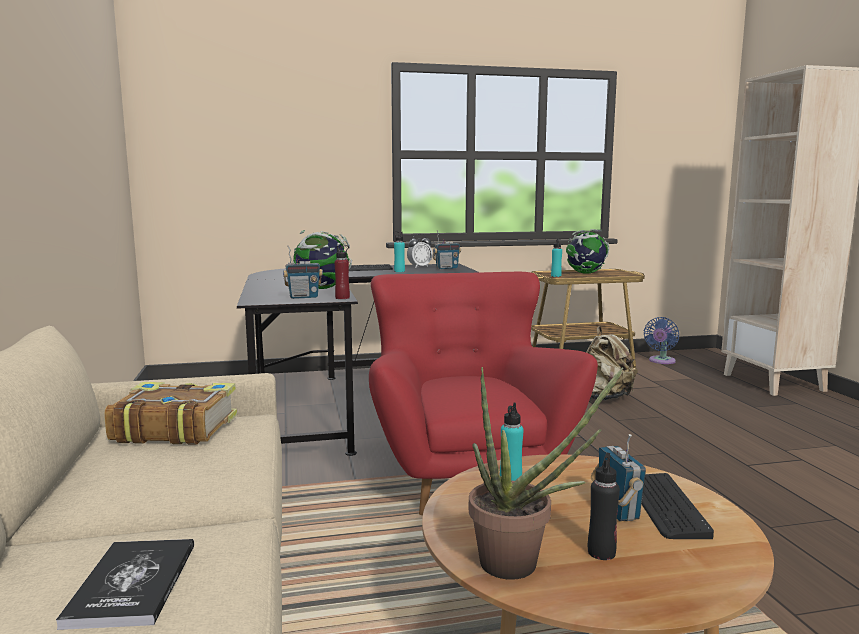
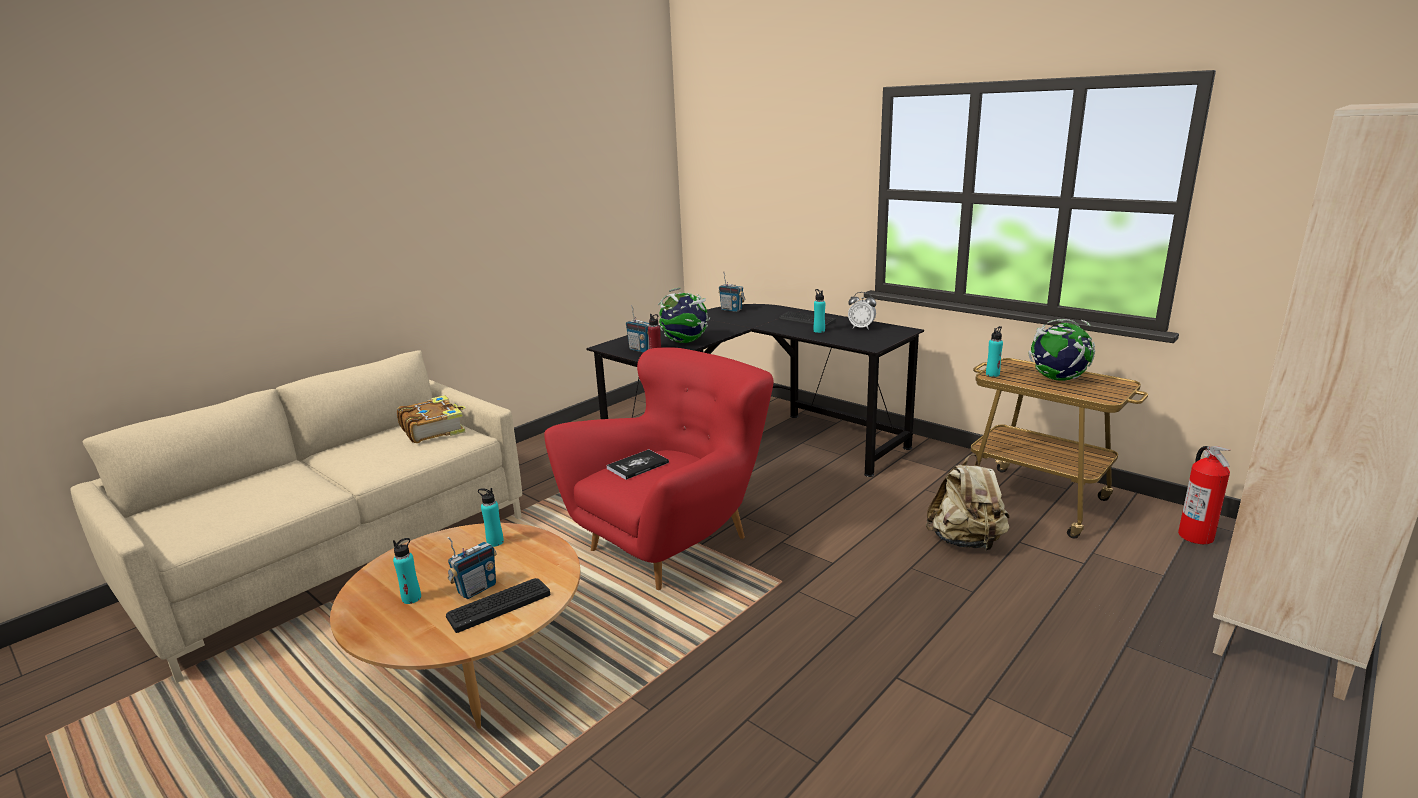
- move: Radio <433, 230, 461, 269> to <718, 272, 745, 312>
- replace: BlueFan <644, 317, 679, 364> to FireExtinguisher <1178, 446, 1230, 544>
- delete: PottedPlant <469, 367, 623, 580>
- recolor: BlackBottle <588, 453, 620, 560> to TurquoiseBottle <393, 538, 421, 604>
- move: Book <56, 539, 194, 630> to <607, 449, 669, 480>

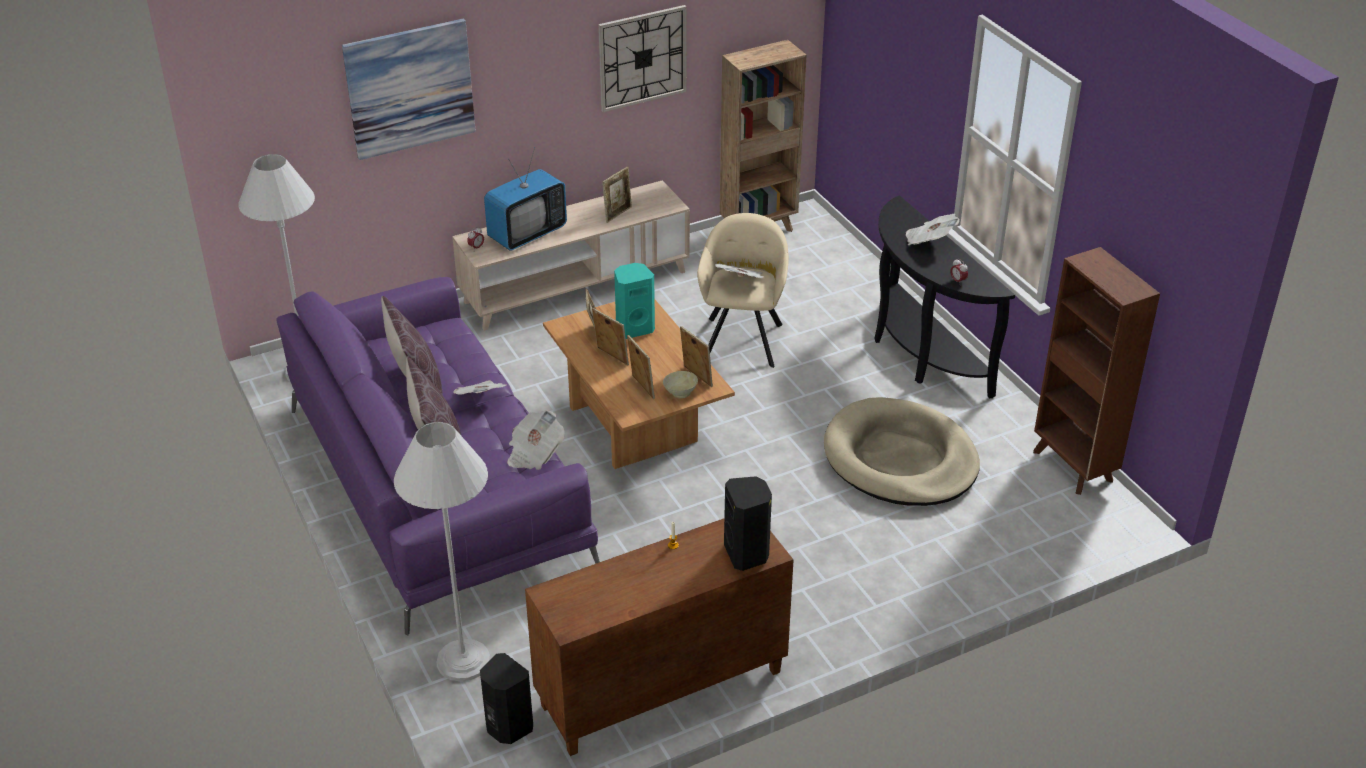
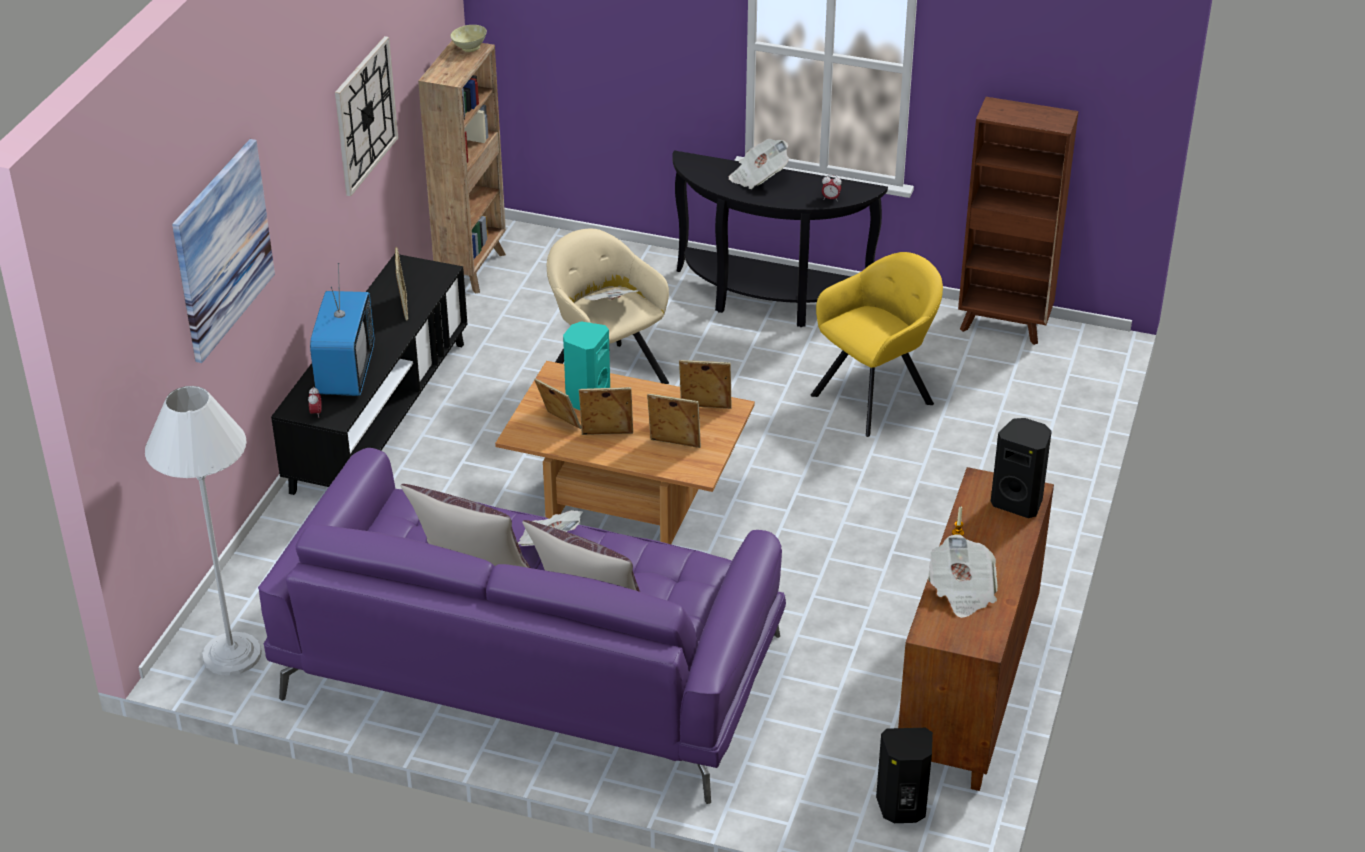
- recolor: BeigeTvStand <452, 180, 690, 331> to BlackTvStand <271, 254, 467, 495>
- move: BeigeBowl <663, 371, 698, 399> to <450, 25, 487, 52>
- replace: BeigeDogBed <824, 397, 980, 506> to YellowArmchair <811, 252, 943, 437>
- move: Newspaper <507, 410, 565, 470> to <928, 534, 998, 618>
- delete: WhiteFloorLamp <394, 422, 490, 682>

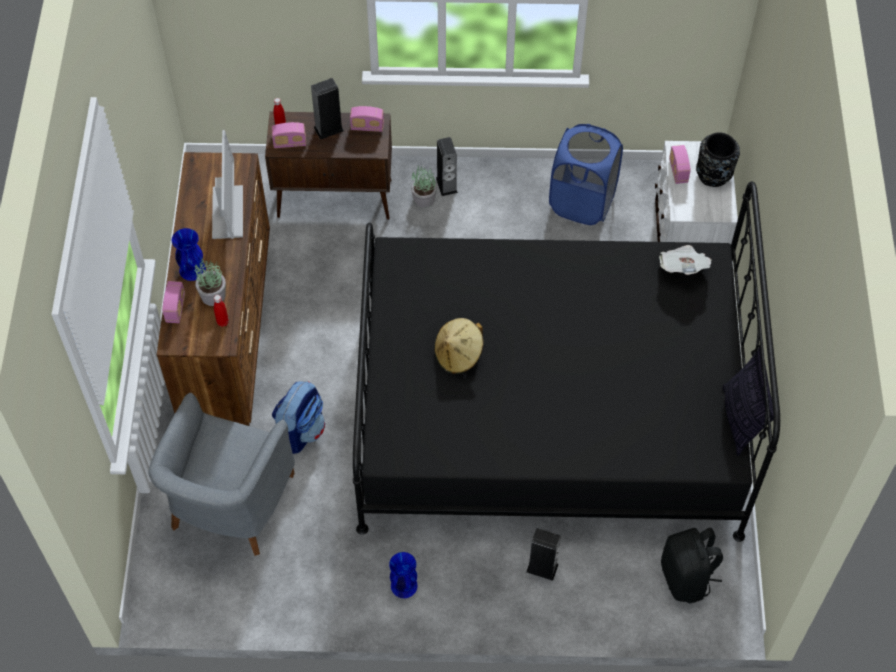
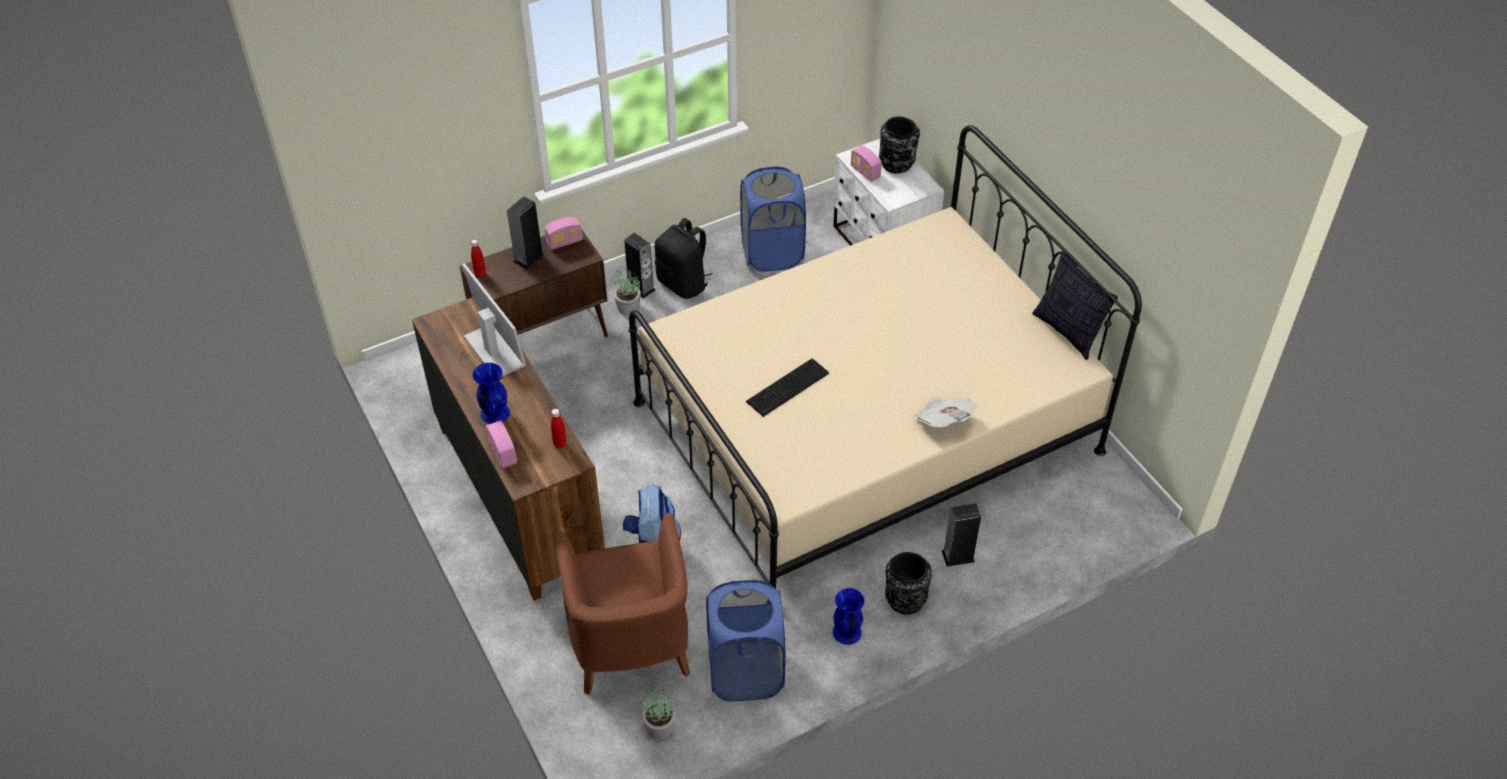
- delete: Radio <272, 122, 306, 148>
- recolor: BlackBed <353, 181, 780, 542> to BeigeBed <629, 125, 1142, 589>
- move: Newspaper <659, 245, 712, 275> to <915, 397, 978, 427>
- move: PottedPlant <195, 258, 226, 306> to <641, 687, 676, 739>
- replace: BeigeHat <434, 318, 483, 374> to Keyboard <746, 358, 829, 417>
- recolor: GreyArmchair <148, 393, 295, 556> to BrownArmchair <554, 513, 690, 695>
- move: BlackBackpack <661, 528, 723, 603> to <655, 218, 712, 299>
- insert: BlackVase <885, 552, 932, 615>
- insert: BlueLaundryBasket <706, 579, 786, 701>

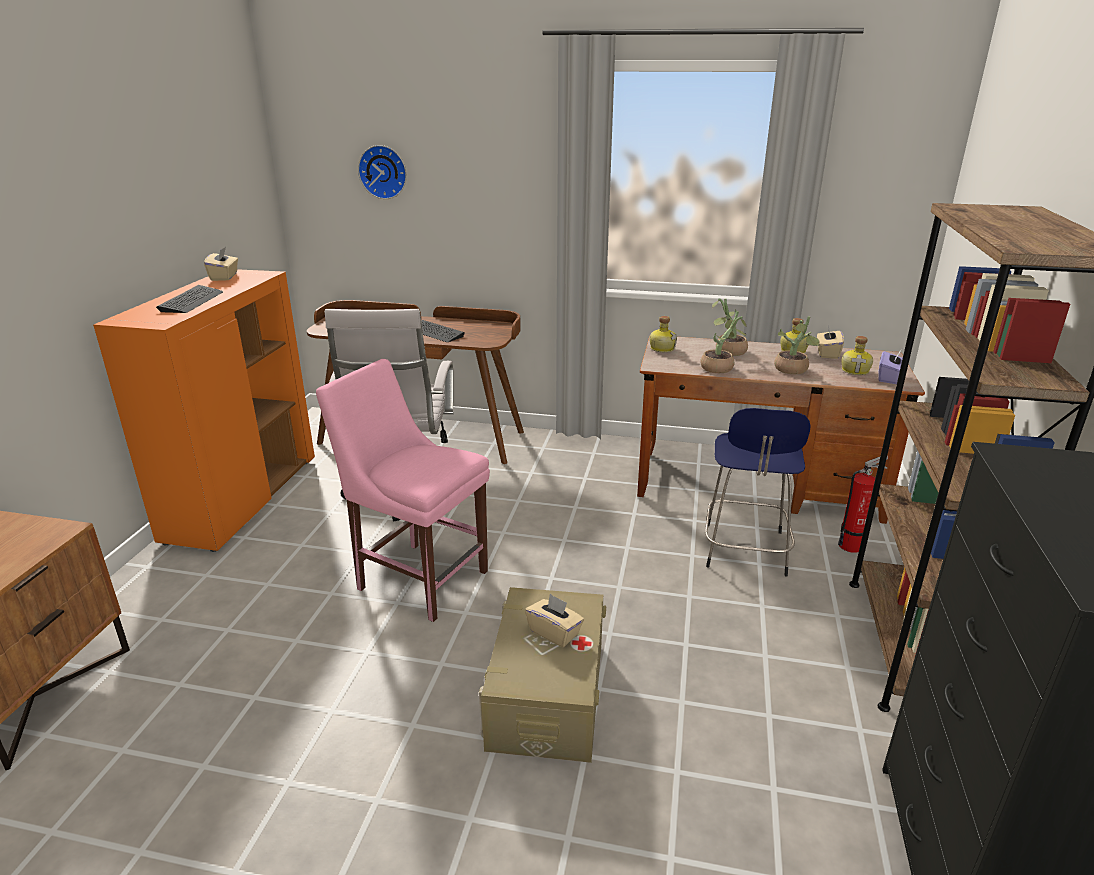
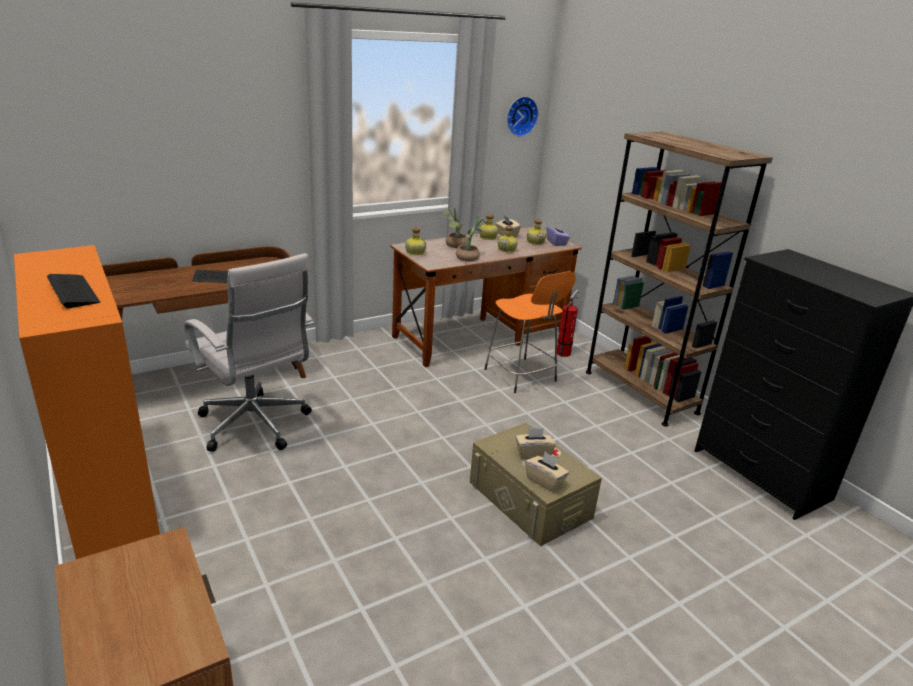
- move: WallClock <358, 145, 407, 199> to <507, 96, 538, 137>
- move: BeigeTissueBox <204, 247, 238, 281> to <525, 452, 569, 492>
- replace: PottedPlant <774, 316, 820, 374> to Bottle <498, 225, 518, 252>
- delete: PinkChair <316, 359, 490, 622>
- recolor: BlueStool <705, 408, 811, 576> to OrangeStool <484, 272, 576, 393>

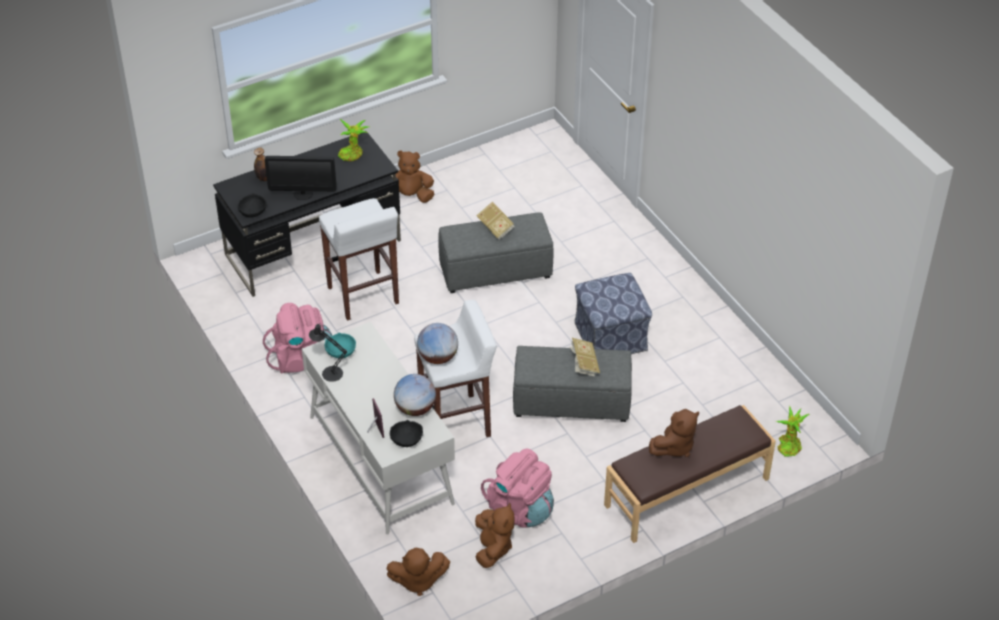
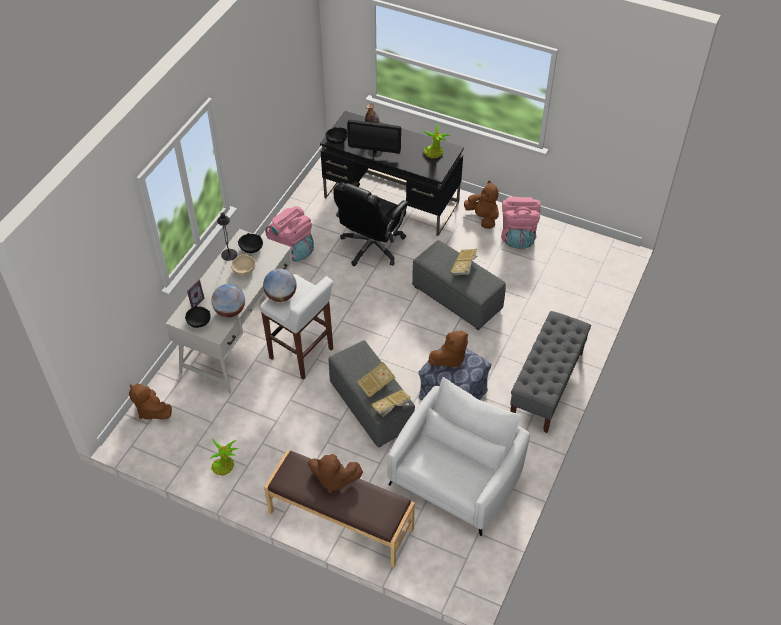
- rotate: Monitor <265, 156, 337, 200> = <347, 120, 401, 157> 45 degrees counterclockwise
- replace: WhiteStool <319, 198, 399, 321> to BlackOfficeChair <334, 181, 409, 266>
- recolor: TurquoiseBowl <325, 333, 356, 358> to BlackBowl <238, 233, 263, 253>
- move: PottedPlant <775, 406, 809, 457> to <210, 439, 239, 475>
- move: PinkBackpack <481, 449, 554, 527> to <501, 197, 541, 249>
- move: BrownPlushToy <475, 502, 515, 568> to <428, 331, 468, 368>
- insert: BeigeBowl <231, 254, 256, 276>
- insert: GreyBench <510, 311, 591, 433>
- insert: WhiteArmchair <387, 377, 530, 536>
- insert: Book <370, 390, 411, 417>

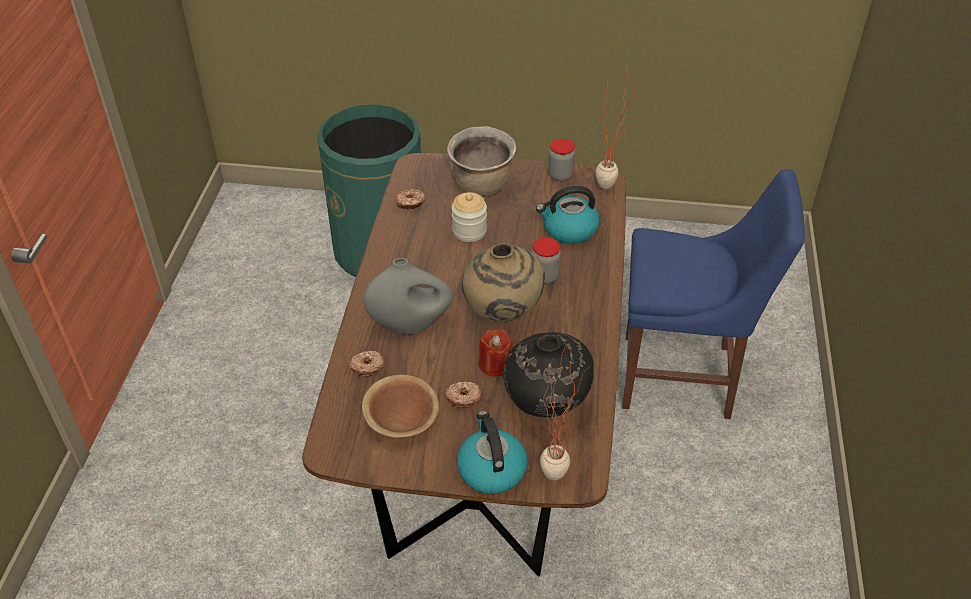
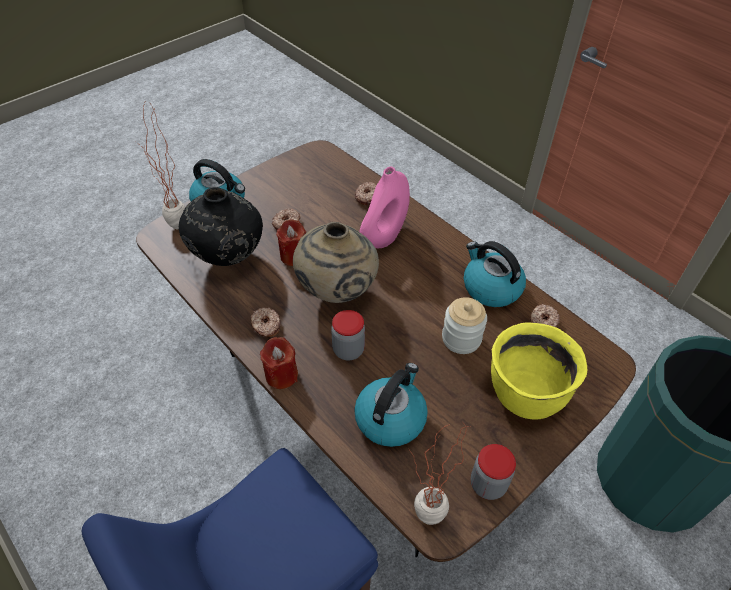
- recolor: BrownCookingPot <447, 126, 516, 197> to YellowCookingPot <491, 323, 587, 420>
- recolor: GreyVase <364, 258, 453, 335> to PinkVase <360, 167, 410, 248>
- delete: BrownBowl <362, 375, 439, 438>
- insert: Kettle <464, 241, 526, 307>
- insert: Donut <250, 307, 281, 337>
- insert: RedCandle <260, 337, 298, 389>

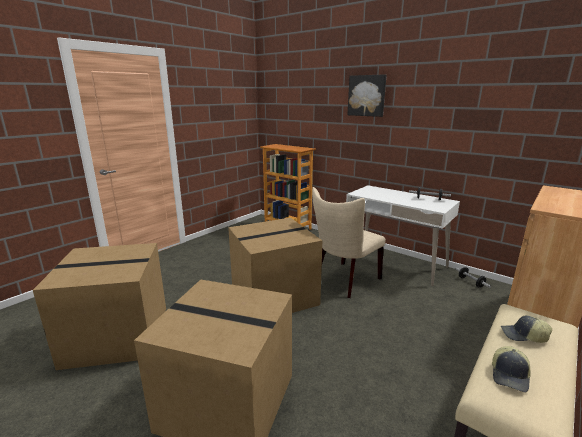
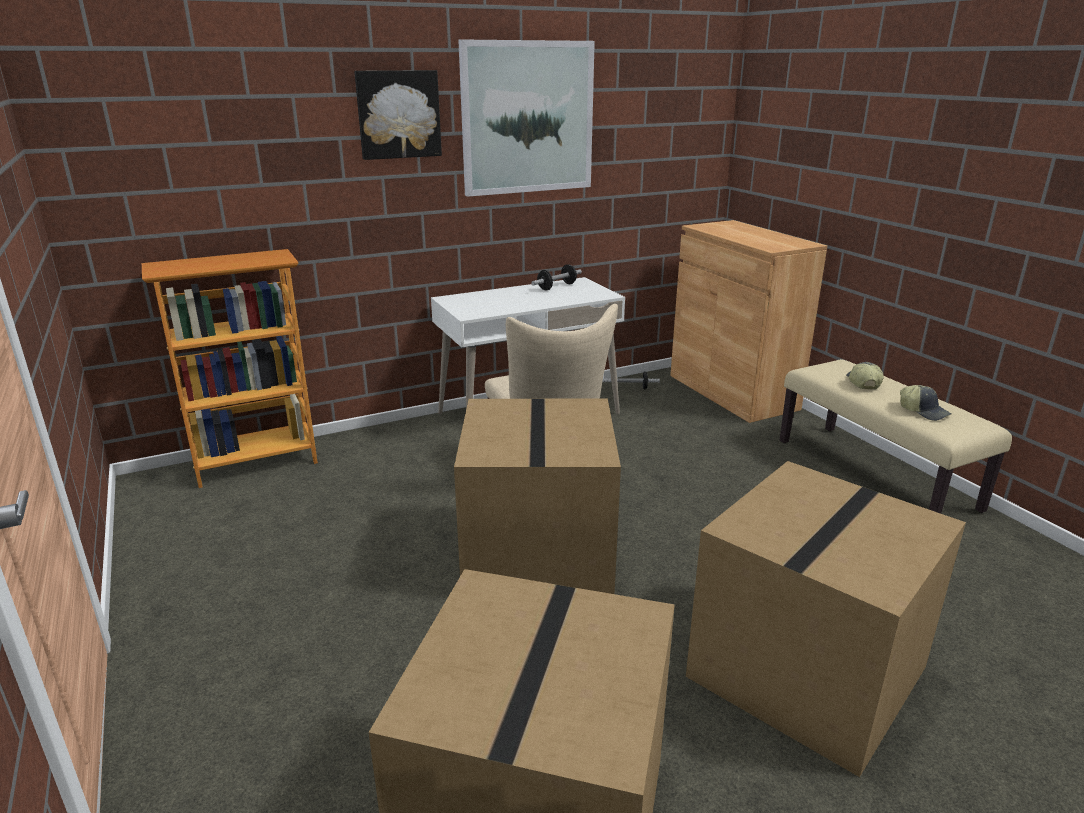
- rotate: Cap <501, 315, 552, 343> = <846, 362, 884, 389> 150 degrees clockwise
- insert: Picture <458, 40, 595, 197>

